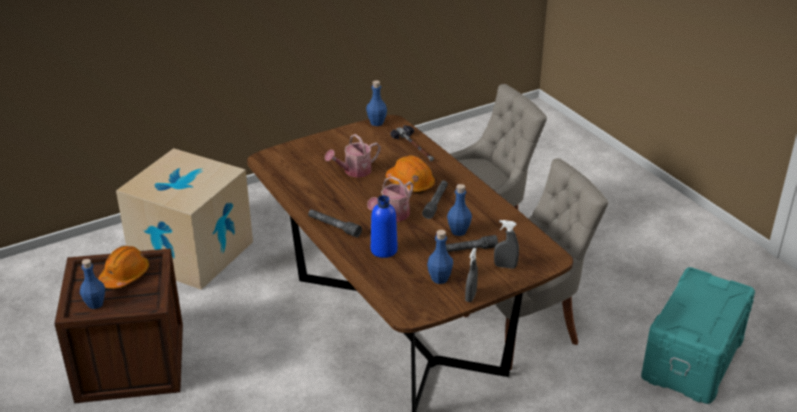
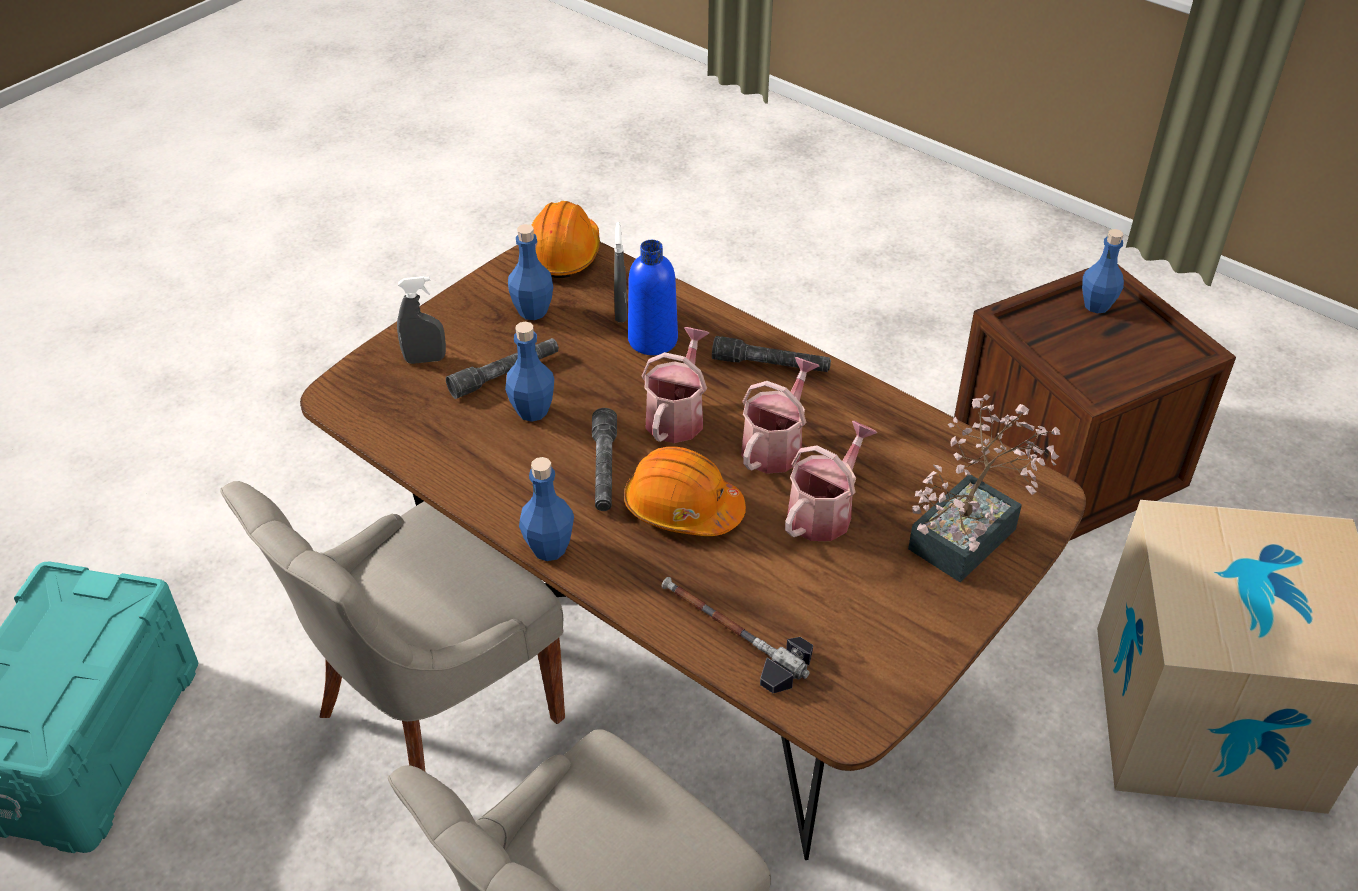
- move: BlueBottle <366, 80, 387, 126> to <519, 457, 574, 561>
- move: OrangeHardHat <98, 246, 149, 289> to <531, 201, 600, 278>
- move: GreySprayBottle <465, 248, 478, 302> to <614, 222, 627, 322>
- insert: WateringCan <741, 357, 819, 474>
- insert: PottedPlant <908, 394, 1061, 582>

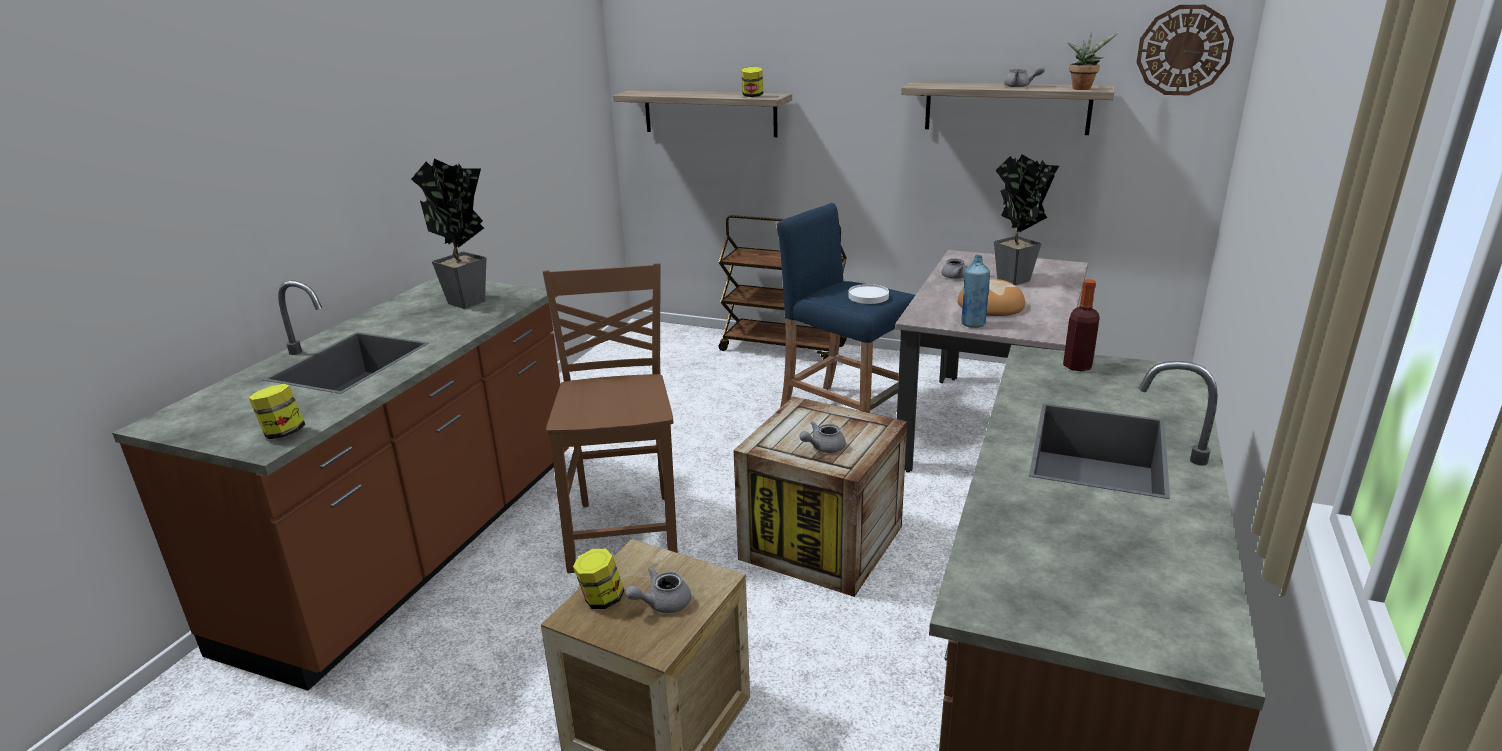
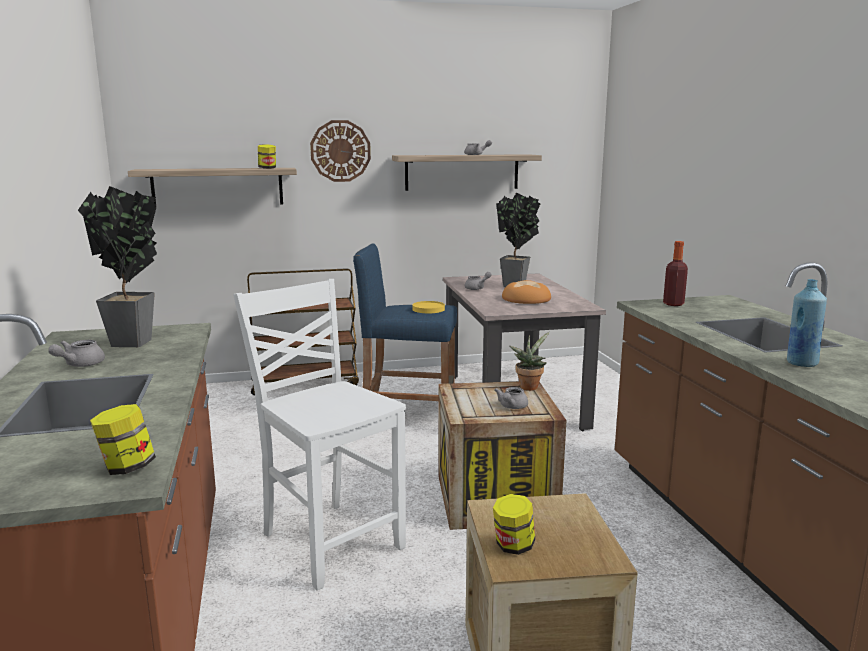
- move: WallClock <1136, 5, 1234, 95> to <310, 120, 371, 182>
- move: PottedPlant <1068, 32, 1119, 90> to <509, 332, 550, 391>
- move: BlueBottle <961, 255, 990, 328> to <787, 279, 827, 367>
- recolor: BrownChair <542, 263, 678, 573> to WhiteChair <233, 279, 406, 591>
- recolor: WhitePlate <848, 284, 889, 304> to YellowPlate <412, 301, 445, 313>
- move: GreyTeapot <625, 567, 691, 613> to <48, 340, 105, 367>

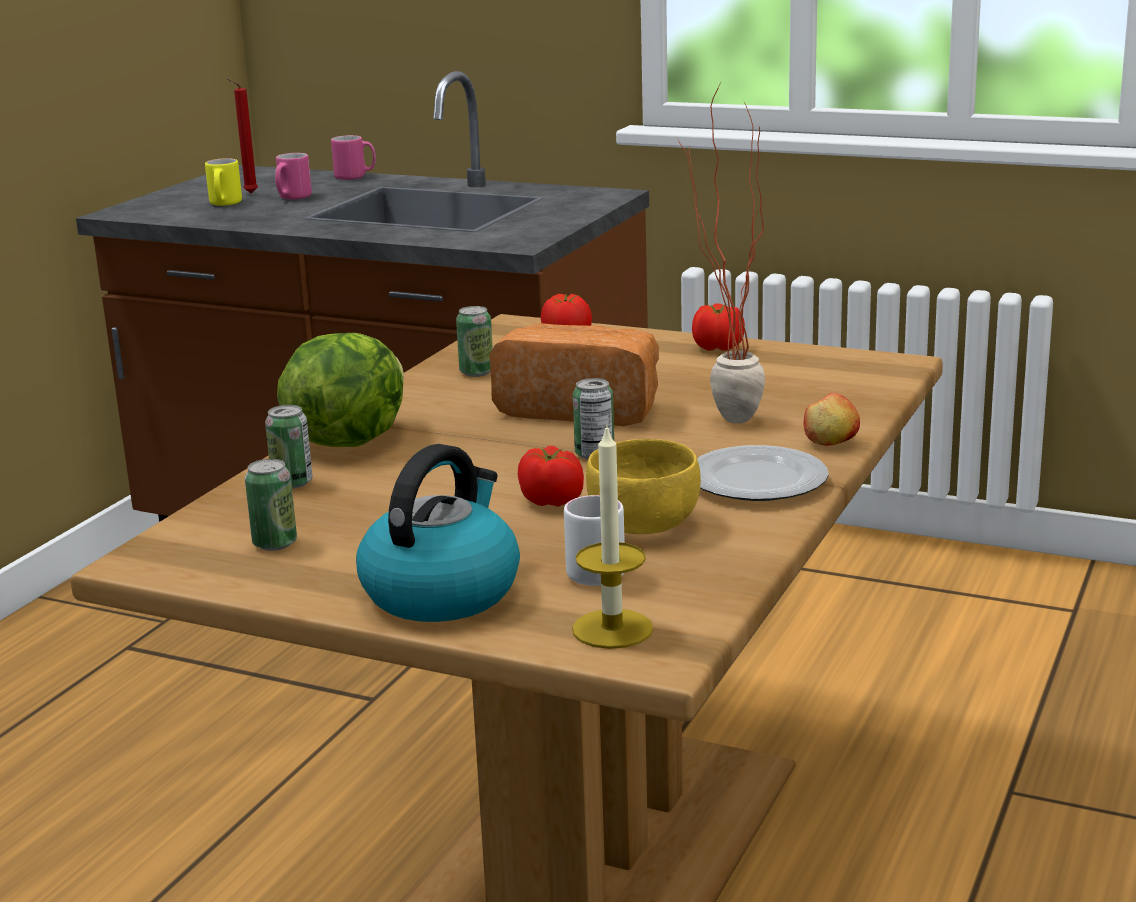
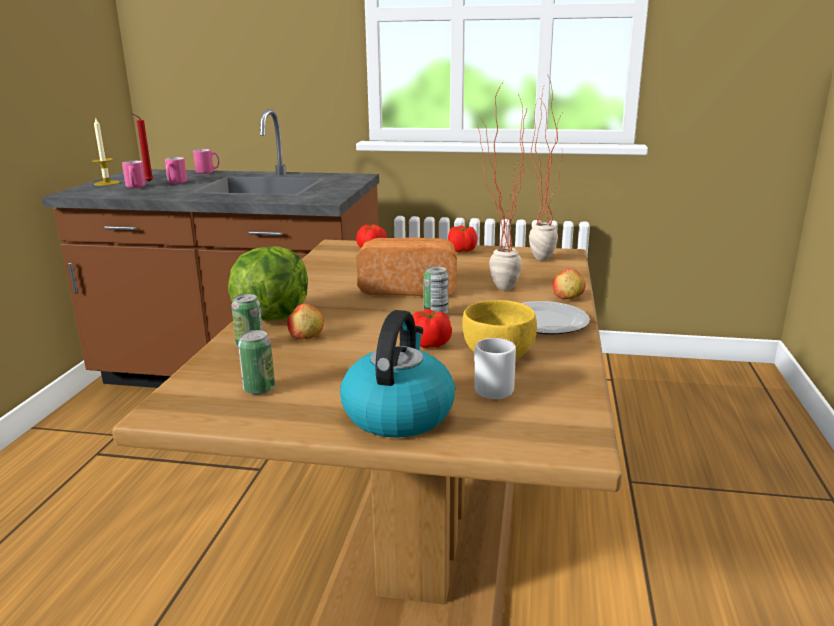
- recolor: YellowMug <205, 158, 242, 206> to PinkMug <122, 161, 146, 188>
- delete: Can <456, 306, 493, 377>
- move: Candle <572, 423, 653, 649> to <92, 117, 120, 186>
- insert: PottedPlant <529, 76, 564, 261>
- insert: Apple <287, 303, 324, 340>

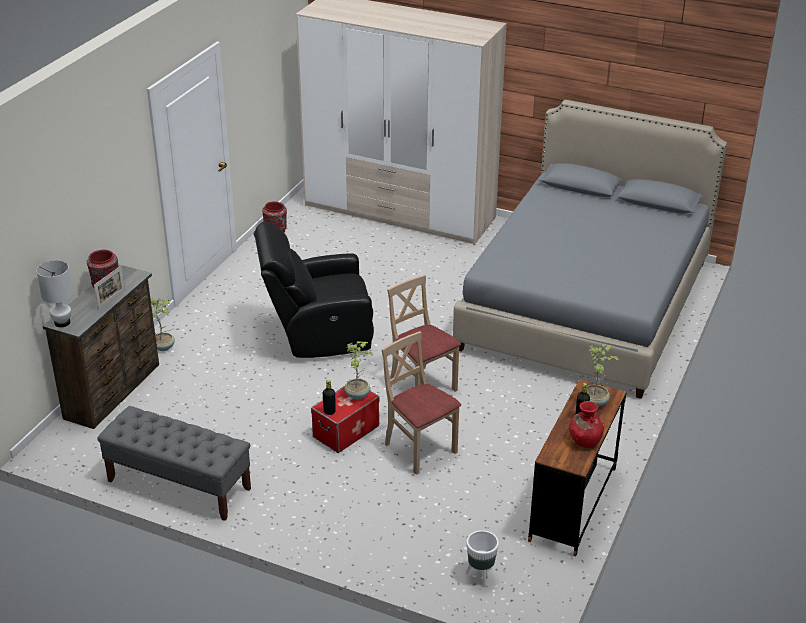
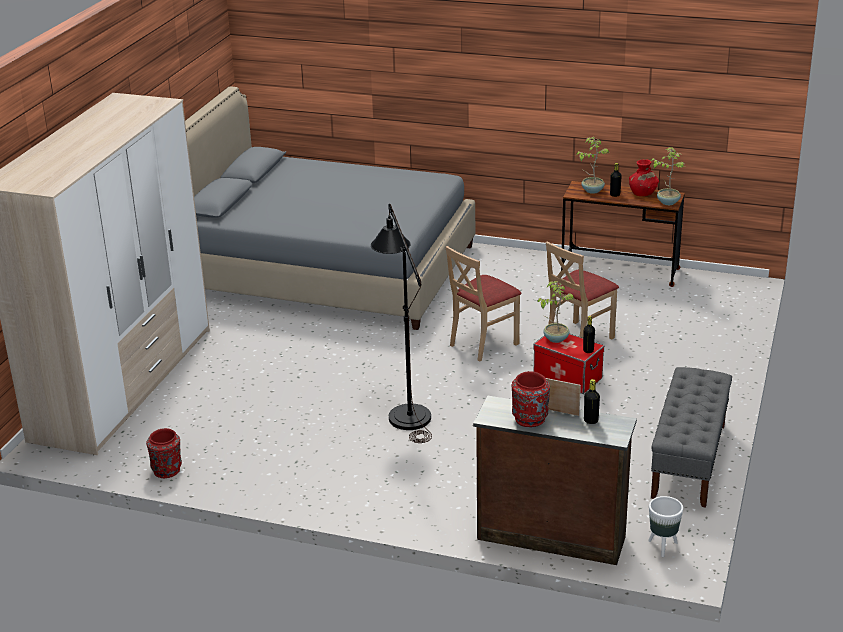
- replace: BlackArmchair <254, 221, 374, 358> to BlackFloorLamp <371, 204, 432, 443>
- delete: WhiteTableLamp <36, 260, 73, 327>
- move: PottedPlant <151, 298, 175, 351> to <651, 147, 686, 205>
- move: WhitePlanter <466, 530, 499, 587> to <648, 496, 683, 557>
- insert: BlackBottle <584, 379, 600, 424>

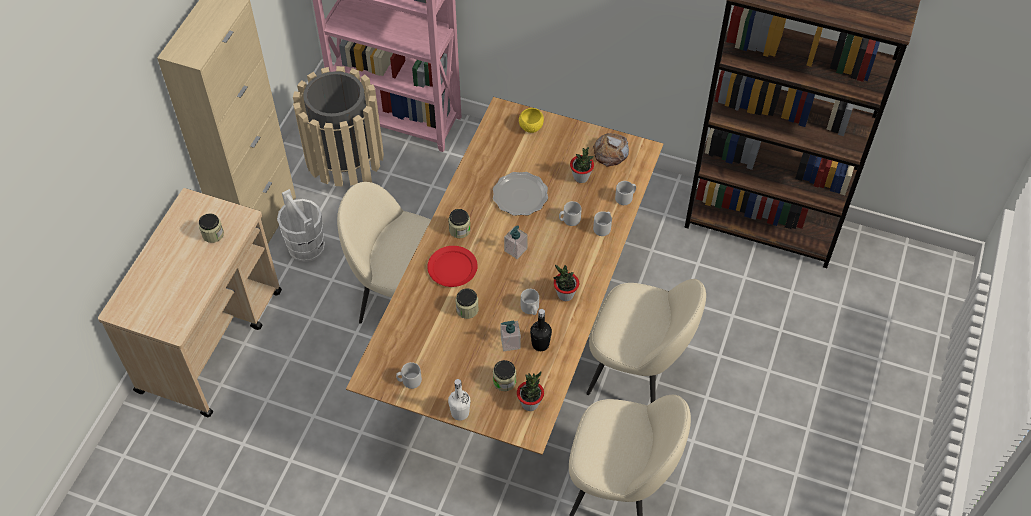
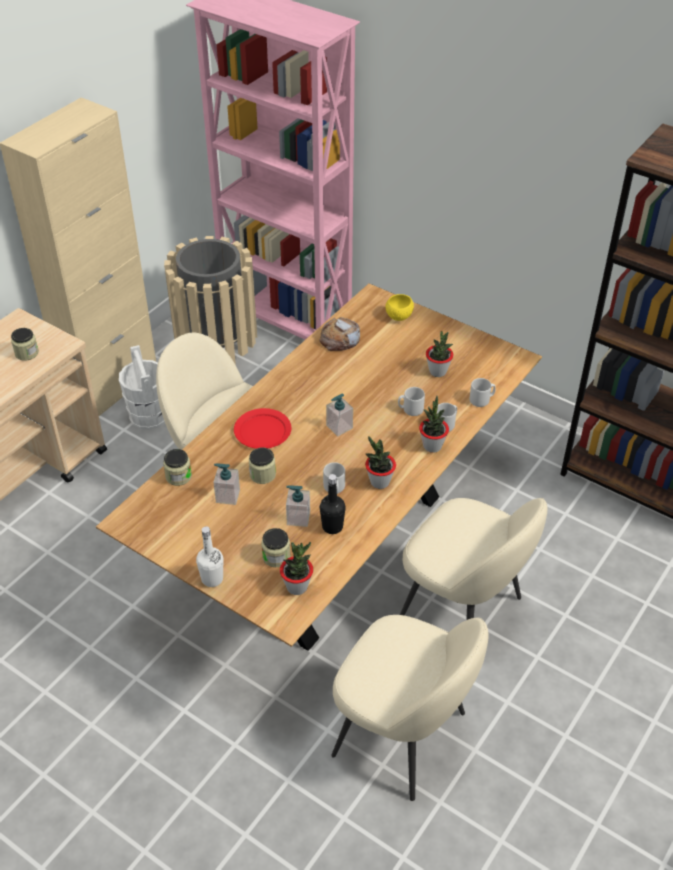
- move: Bread <593, 133, 629, 167> to <320, 317, 360, 351>
- delete: Plate <493, 172, 548, 216>
- move: Jar <448, 209, 471, 238> to <163, 449, 192, 486>
- delete: GreyMug <396, 362, 422, 389>
- insert: PottedPlant <419, 396, 449, 453>
- insert: SoapDispenser <213, 464, 240, 505>

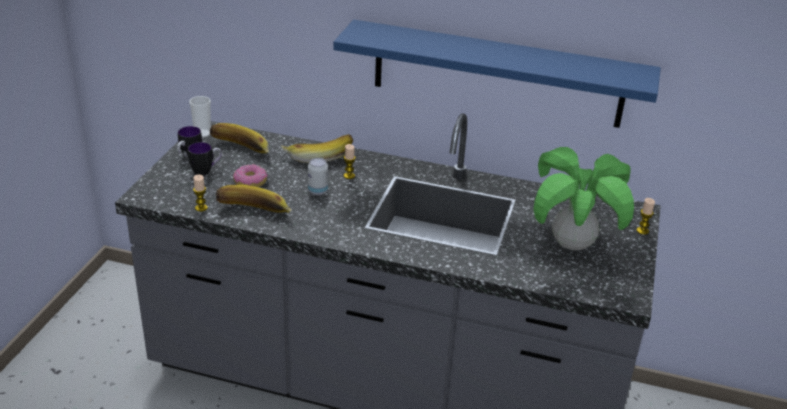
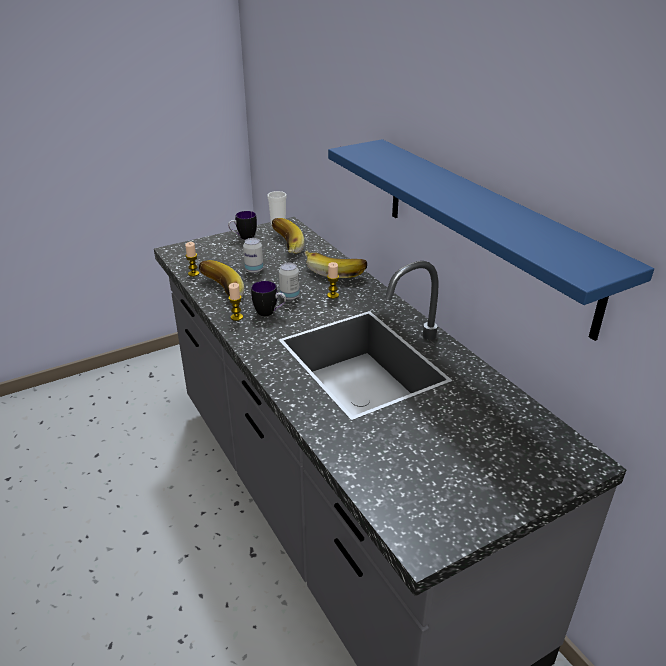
- move: Mug <188, 142, 222, 176> to <251, 281, 286, 316>
- delete: PottedPlant <533, 147, 634, 250>
- replace: Donut <233, 164, 268, 187> to Can <243, 238, 263, 273>
- move: Candle <637, 198, 655, 235> to <229, 283, 243, 321>

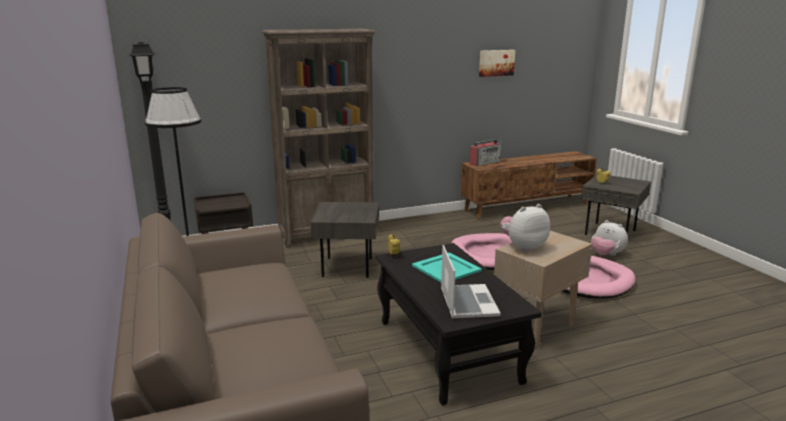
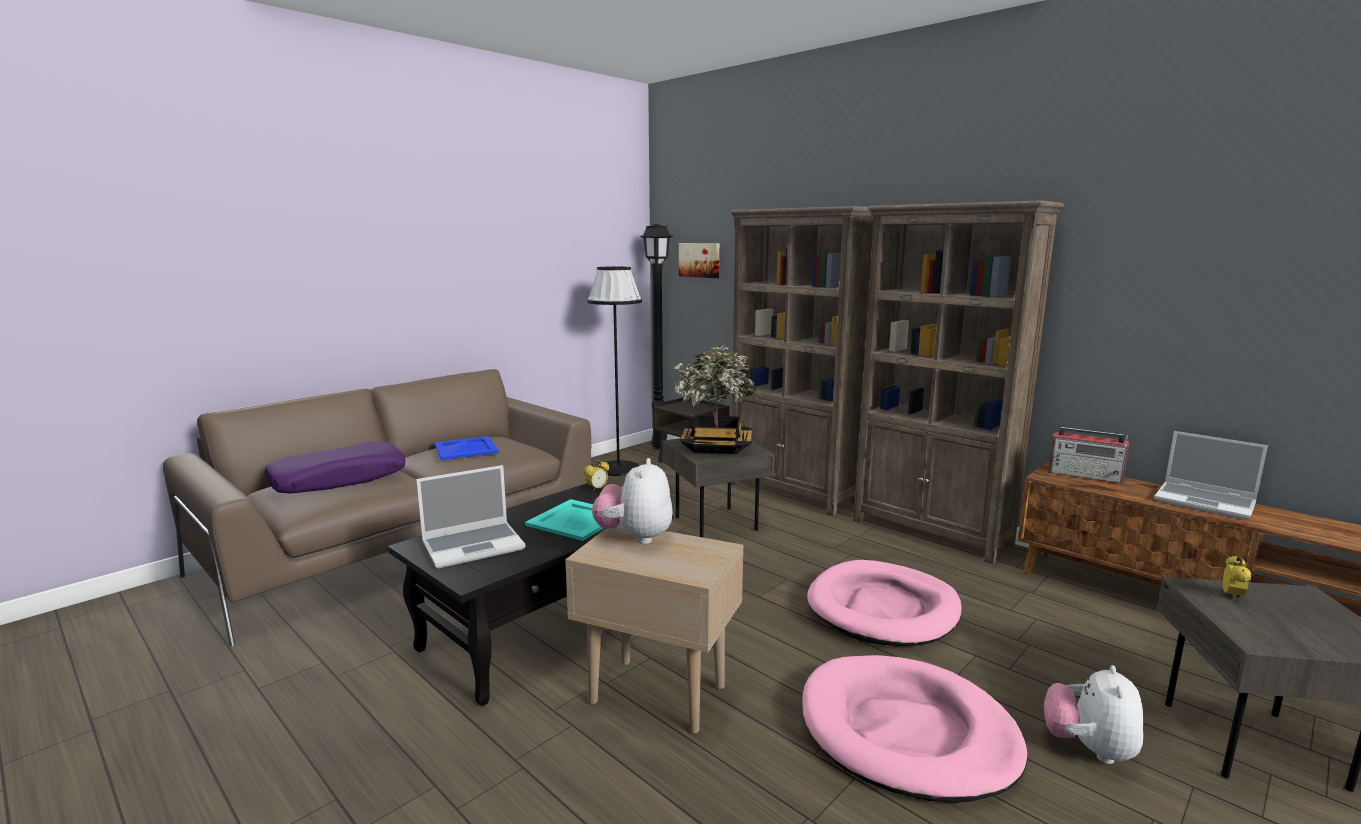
- move: Picture <479, 50, 515, 77> to <679, 243, 719, 278>
- rotate: PlushToy <500, 204, 550, 252> = <592, 458, 673, 544> 120 degrees counterclockwise
- insert: BrownBookcase <853, 200, 1064, 564>
- insert: PottedPlant <674, 345, 759, 454>
- insert: Laptop <1154, 431, 1268, 520>
- insert: BlueTray <434, 436, 499, 460>
- insert: PurplePillow <265, 441, 405, 493>

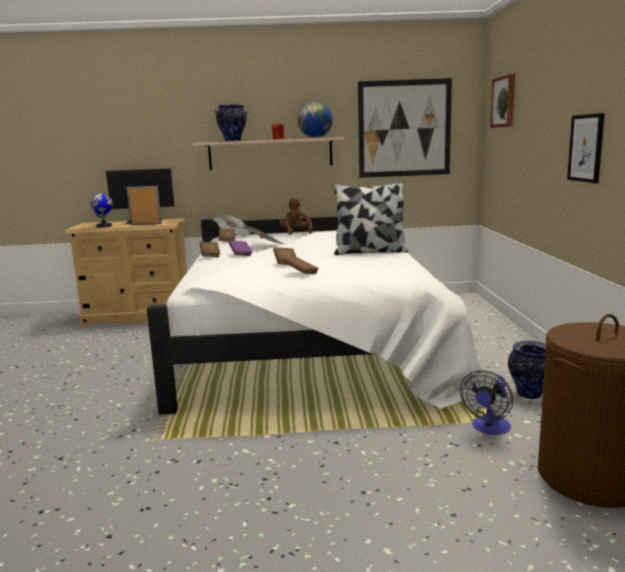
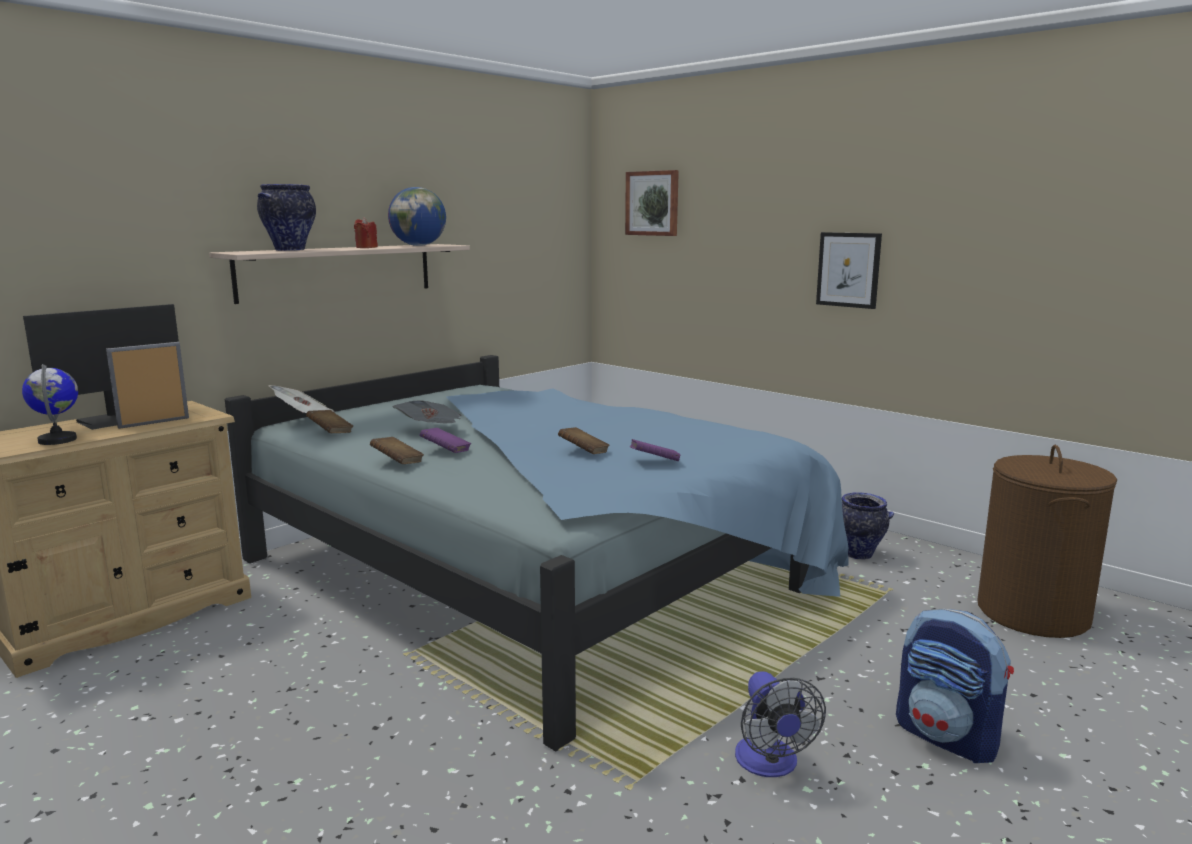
- delete: Picture <358, 78, 452, 178>
- delete: Pillow <333, 182, 408, 255>
- delete: BrownPlushToy <279, 198, 312, 235>
- recolor: WhiteBed <147, 217, 483, 415> to BlueBed <225, 355, 849, 752>
- recolor: BrownBook <283, 257, 319, 274> to PurpleBook <630, 439, 680, 461>
- move: Fan <460, 370, 513, 435> to <735, 671, 826, 777>
- insert: Backpack <896, 609, 1014, 763>

